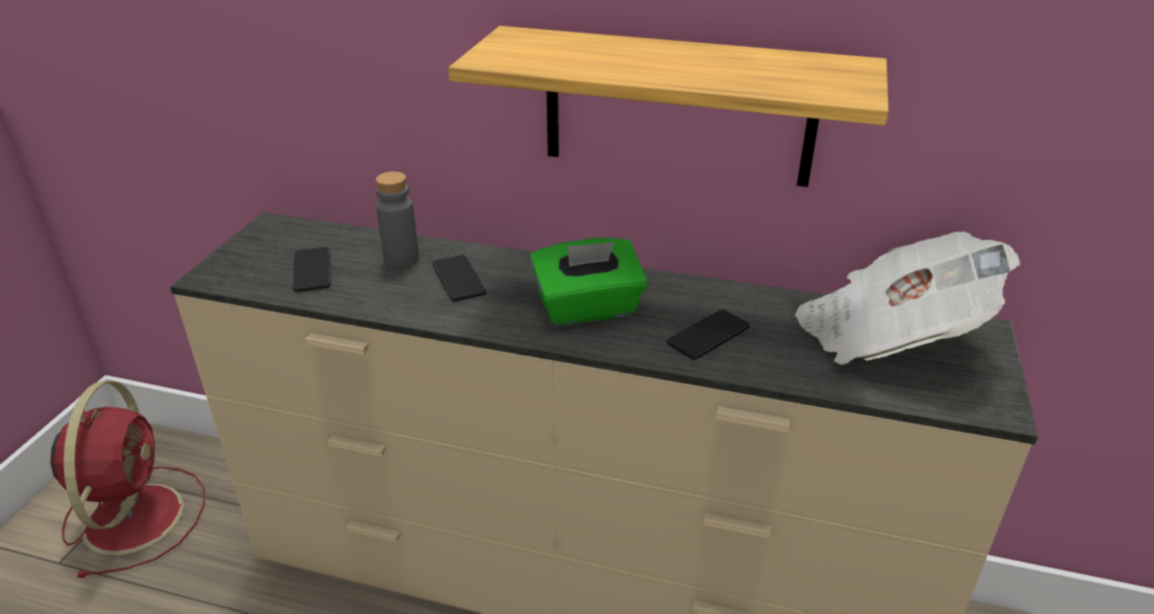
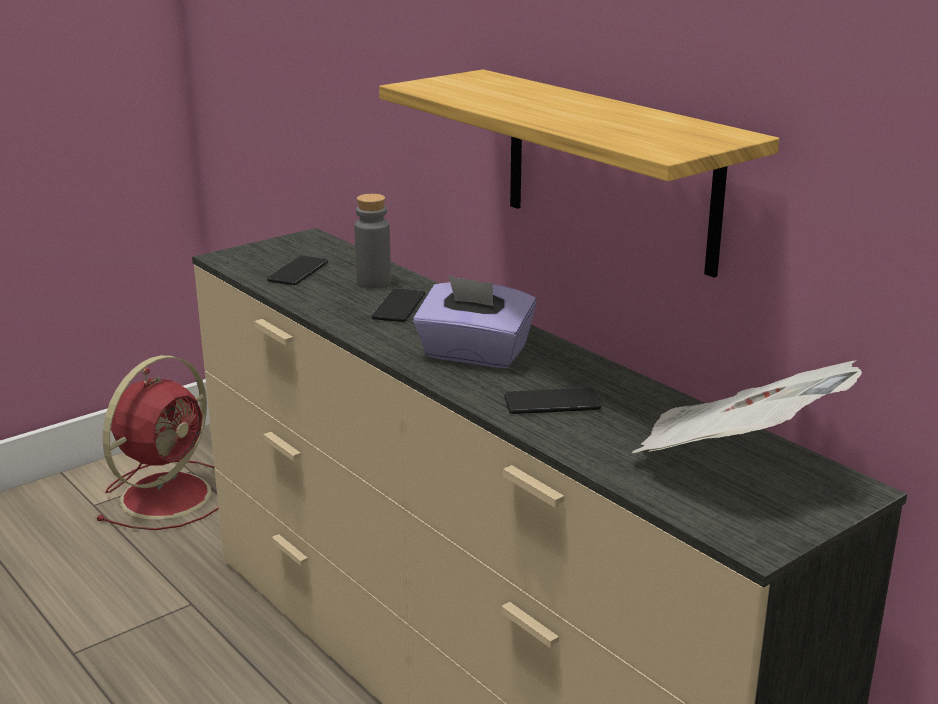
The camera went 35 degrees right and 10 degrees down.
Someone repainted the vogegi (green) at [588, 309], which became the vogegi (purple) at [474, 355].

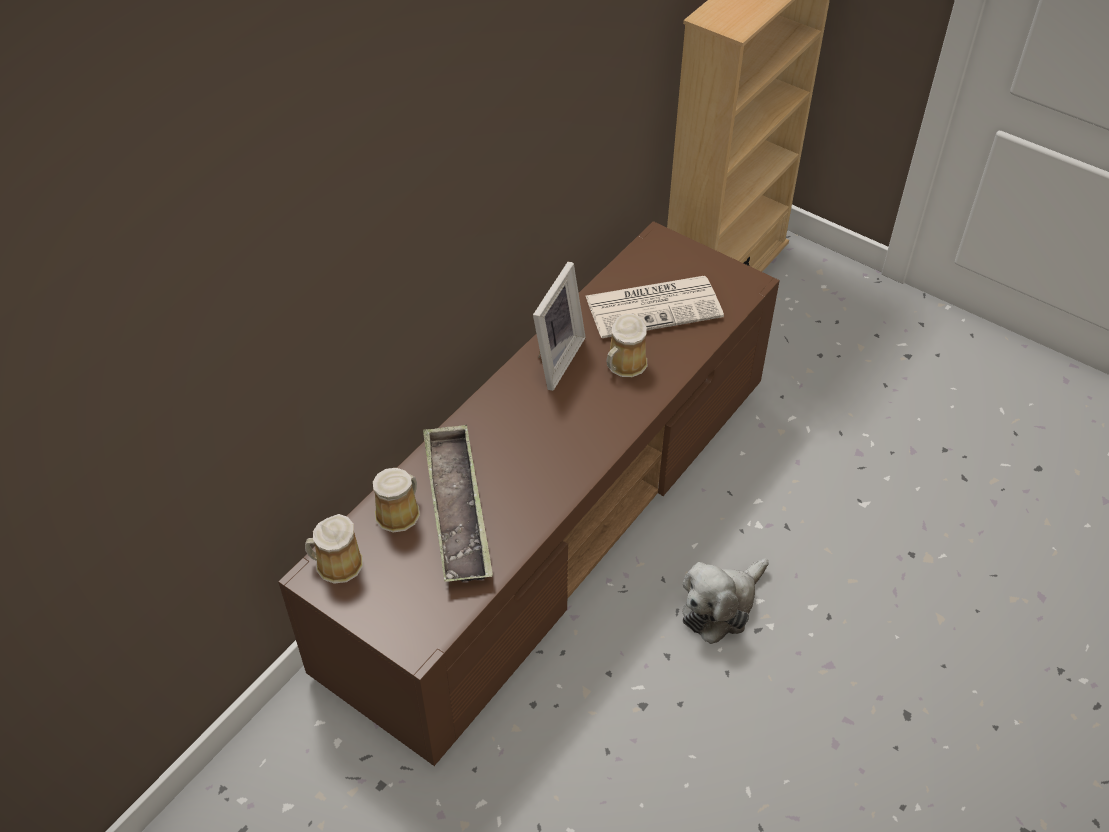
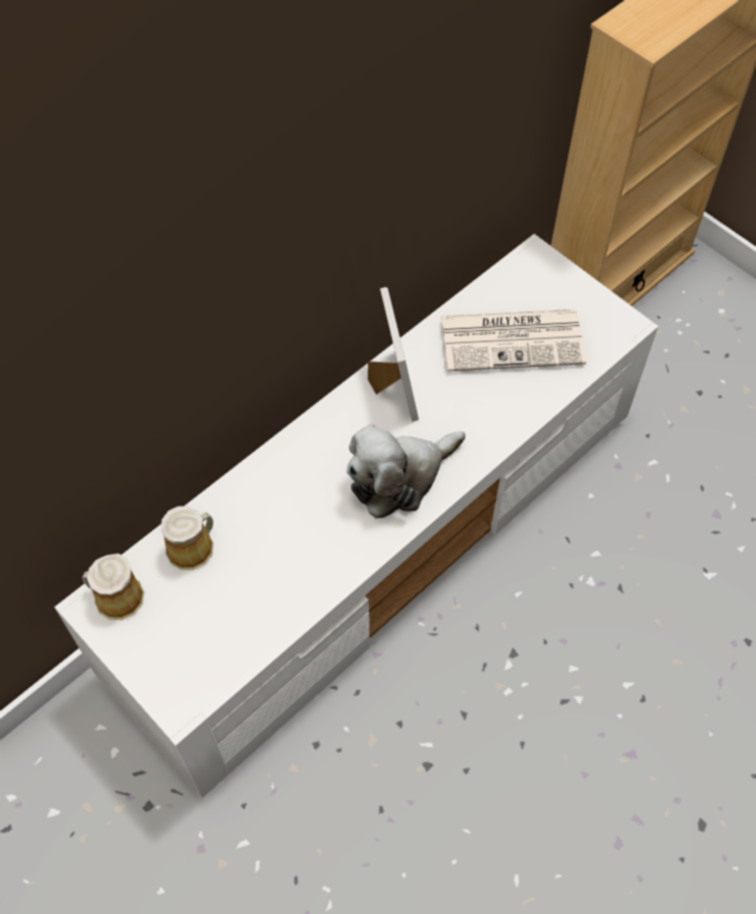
The camera went 10 degrees right and 10 degrees up.
Someone repainted the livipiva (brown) at [555, 517], which became the livipiva (white) at [379, 539].
Someone rotated the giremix at [552, 359] by 45 degrees counterclockwise.
Someone took away the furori at [624, 365].
Someone took away the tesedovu at [457, 509].
Someone carried the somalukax from [721, 606] to [400, 477].

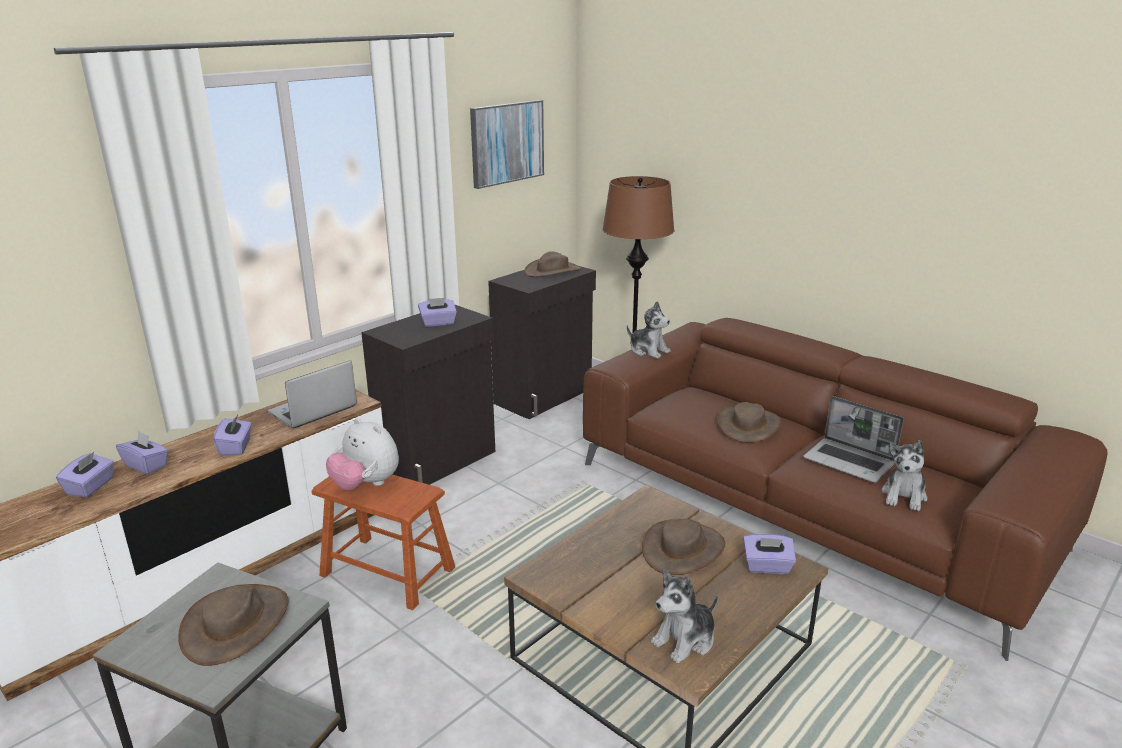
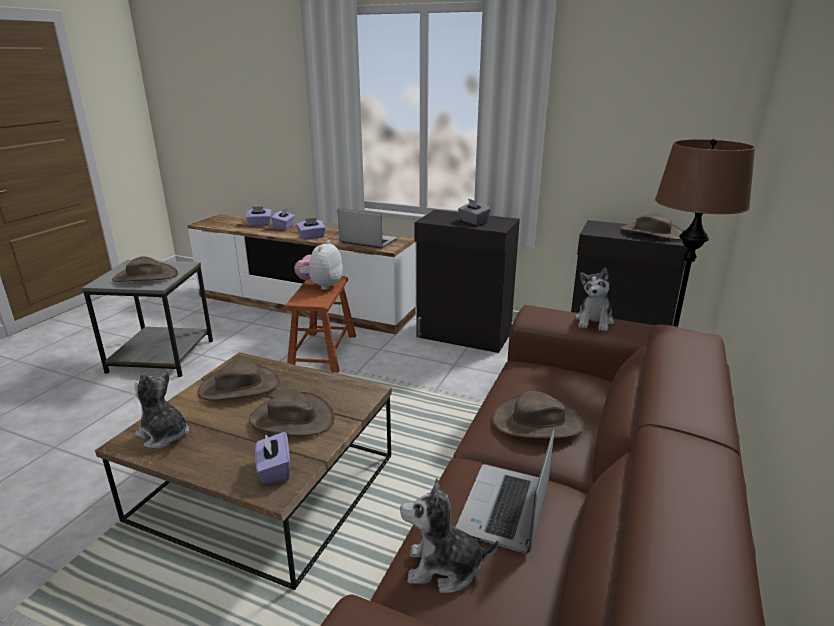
The camera went 70 degrees right and 0 degrees up.
Someone took away the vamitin at [506, 143].
Someone repainted the vogegi (purple) at [438, 323], which became the vogegi (grey) at [473, 221].
Someone put down the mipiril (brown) at [239, 386].

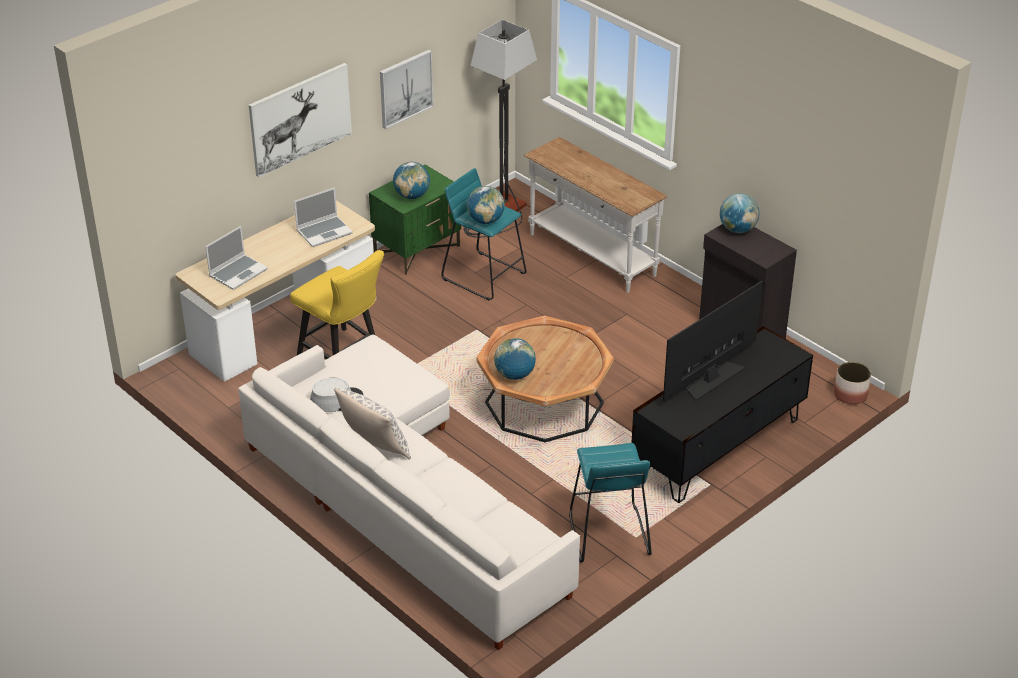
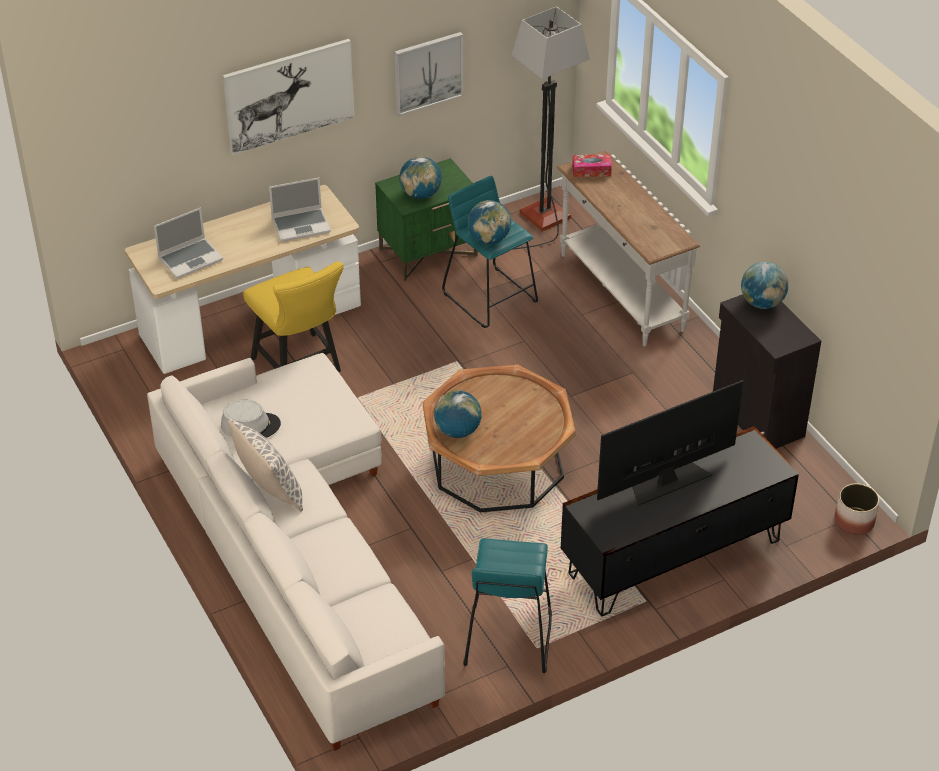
The camera went 15 degrees right and 5 degrees up.
Someone put down the vogegi at [591, 170].

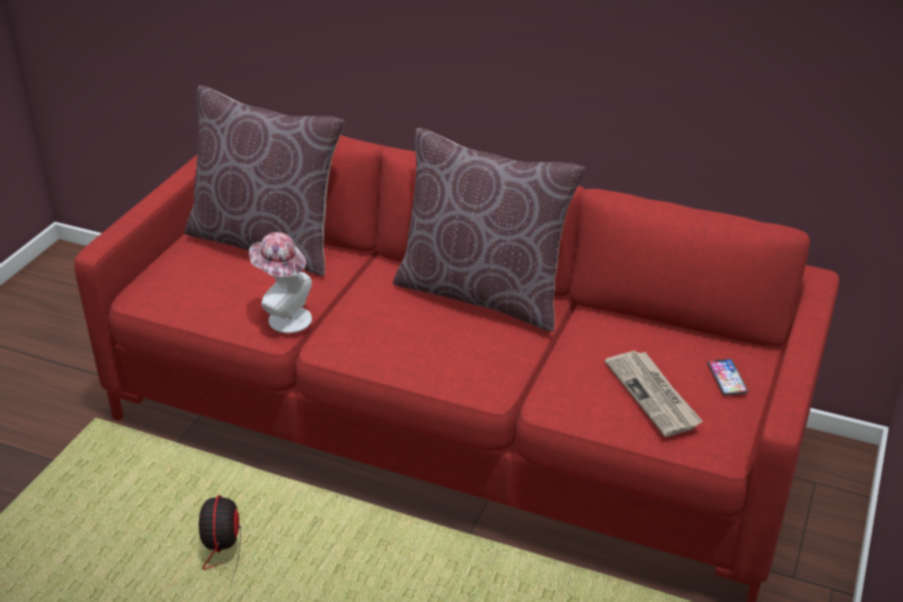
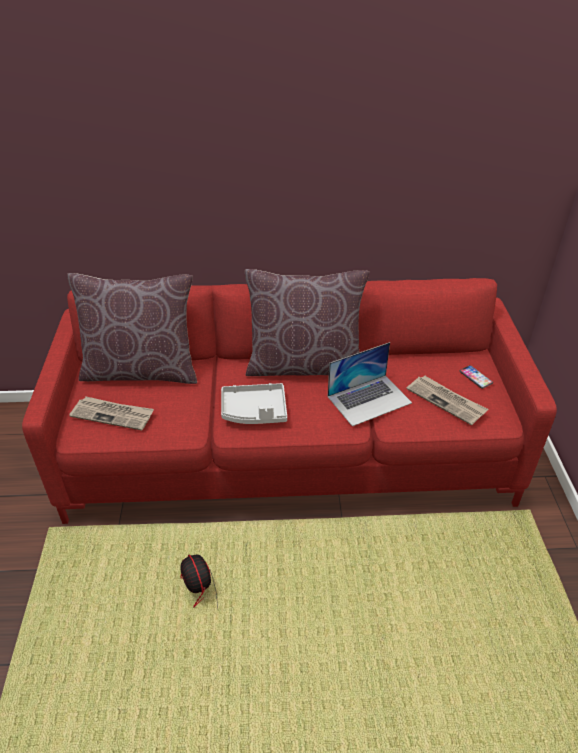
The camera went 25 degrees left and 5 degrees up.
Someone took away the mipiril at [284, 318].
Someone put down the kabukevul at [369, 399].
Someone put down the tesedovu (grey) at [254, 411].
Someone put down the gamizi at [113, 414].

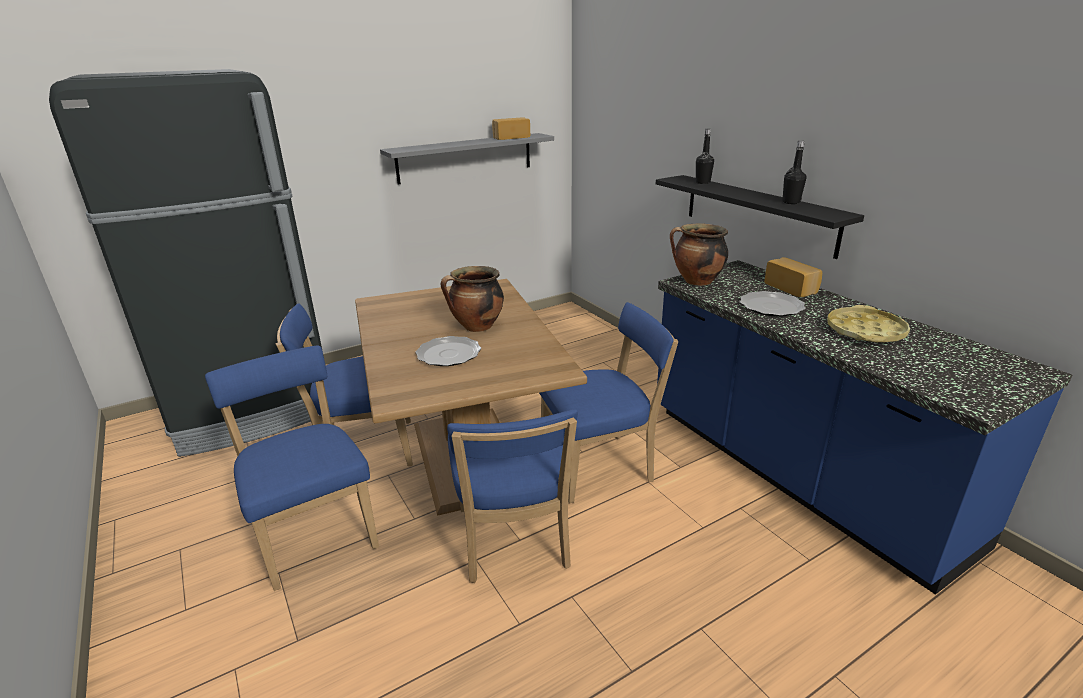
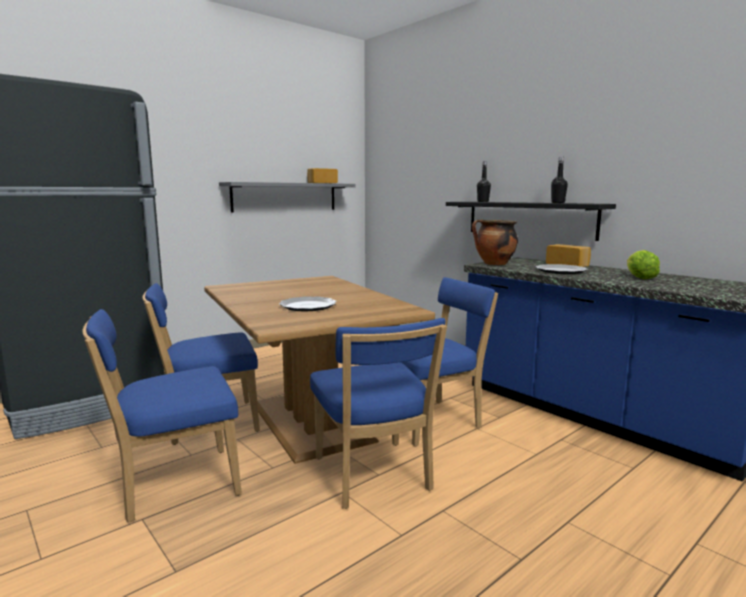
The camera went 10 degrees left and 15 degrees down.
Someone took away the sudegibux at [476, 327].
Someone swapped the tesedovu (yellow) at [865, 331] for the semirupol at [639, 277].
Someone rotated the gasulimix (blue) at [314, 532] by 75 degrees counterclockwise.

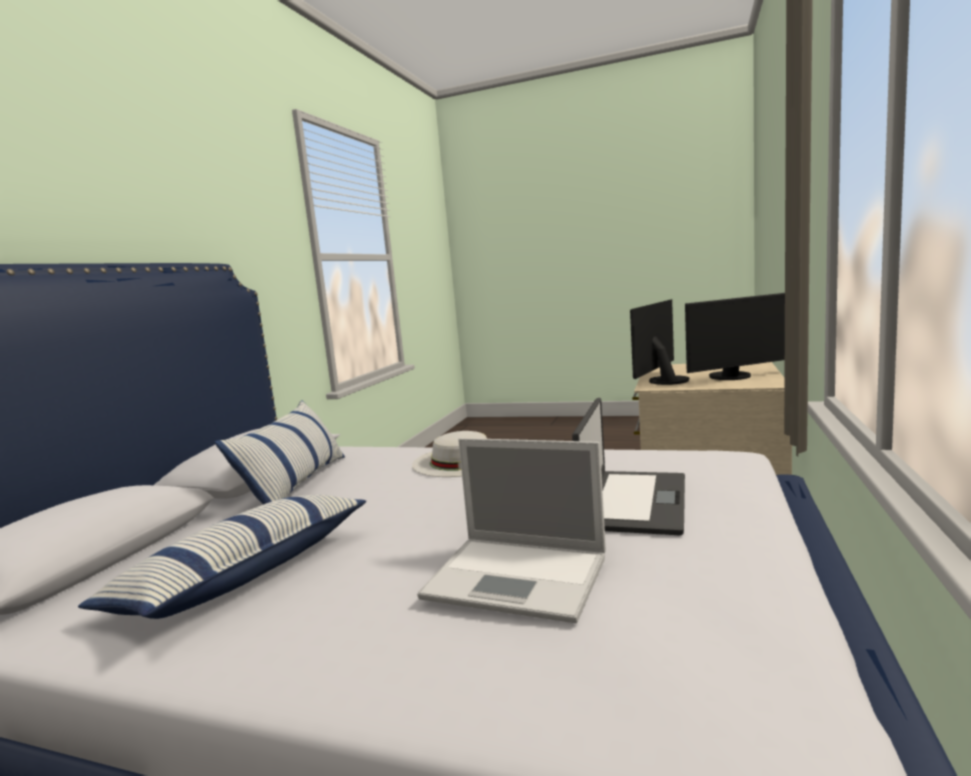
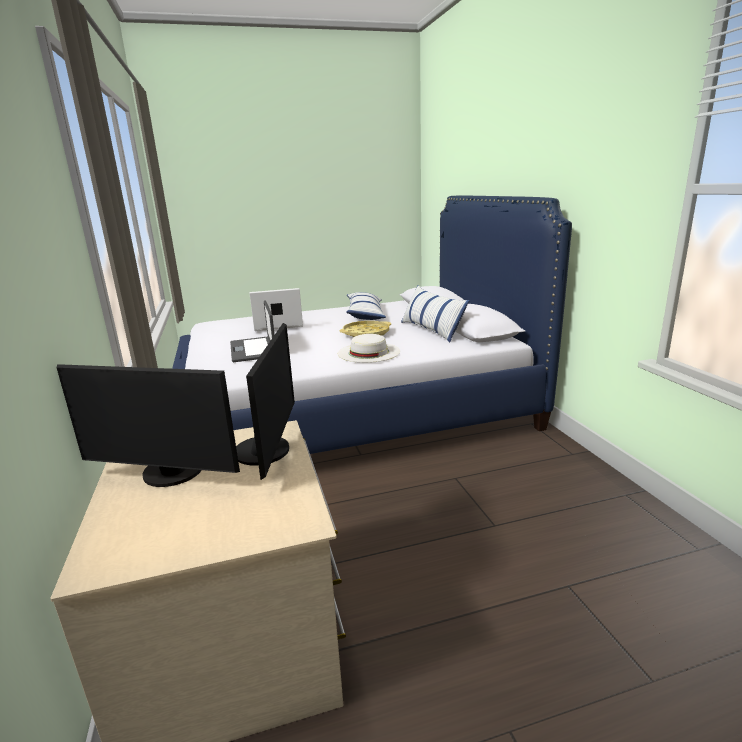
The camera went 145 degrees right and 10 degrees up.
Someone rotated the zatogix at [733, 377] by 120 degrees counterclockwise.
Someone put down the tesedovu (yellow) at [366, 333].

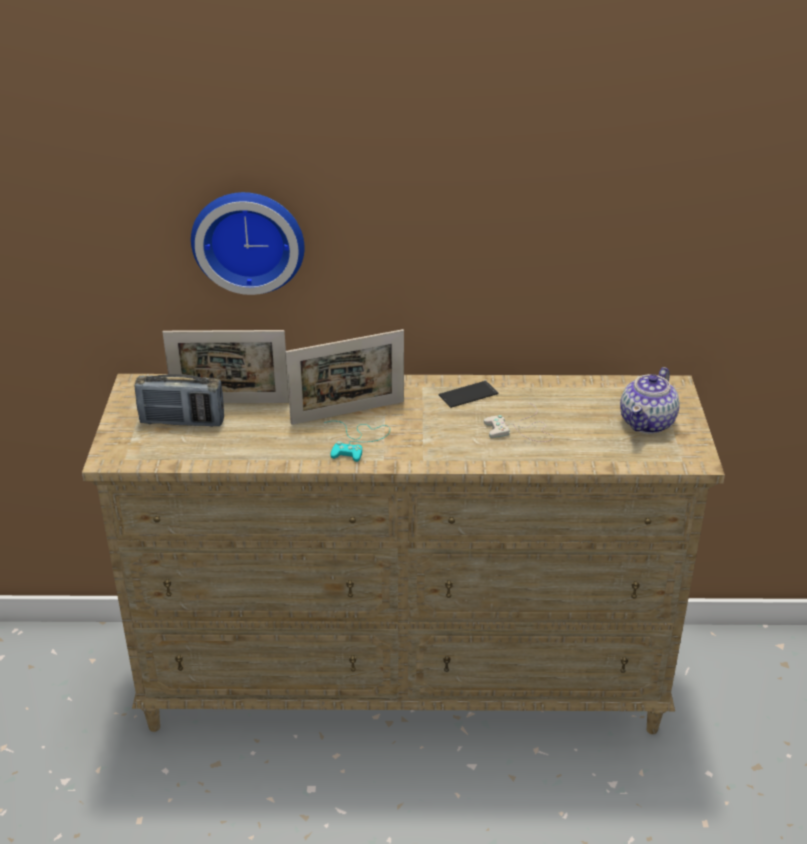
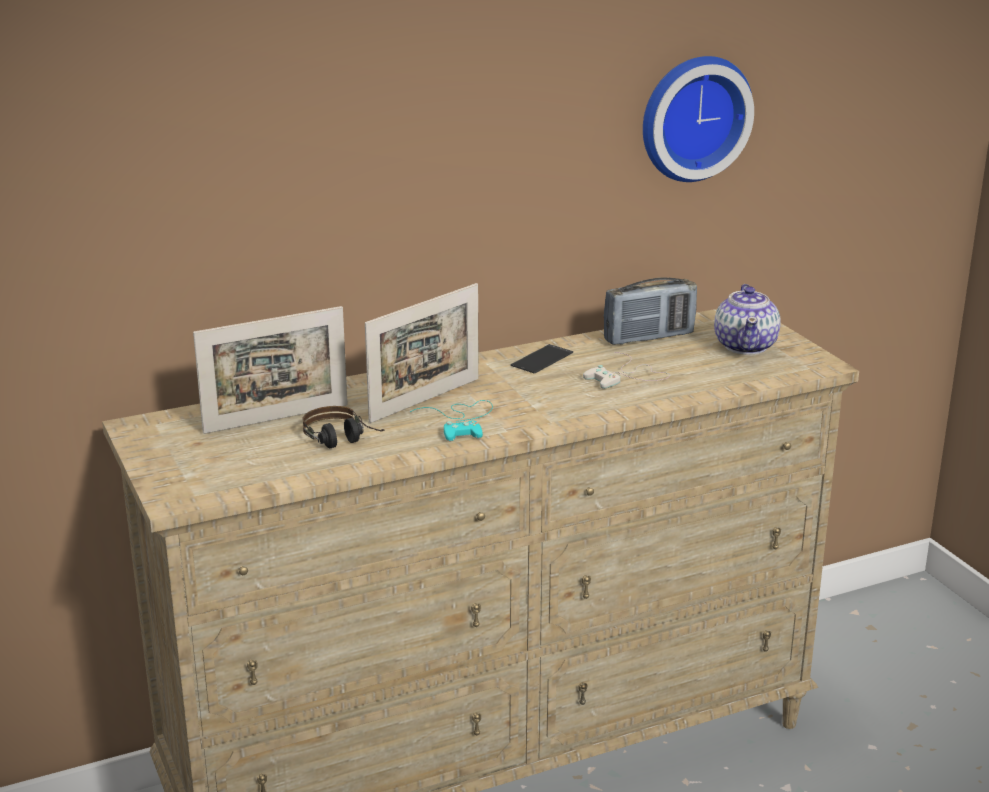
The camera went 25 degrees left and 10 degrees down.
Someone carried the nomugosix from [249, 239] to [692, 117].
Someone carried the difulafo from [182, 421] to [649, 337].
Someone put down the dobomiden at [344, 442].

